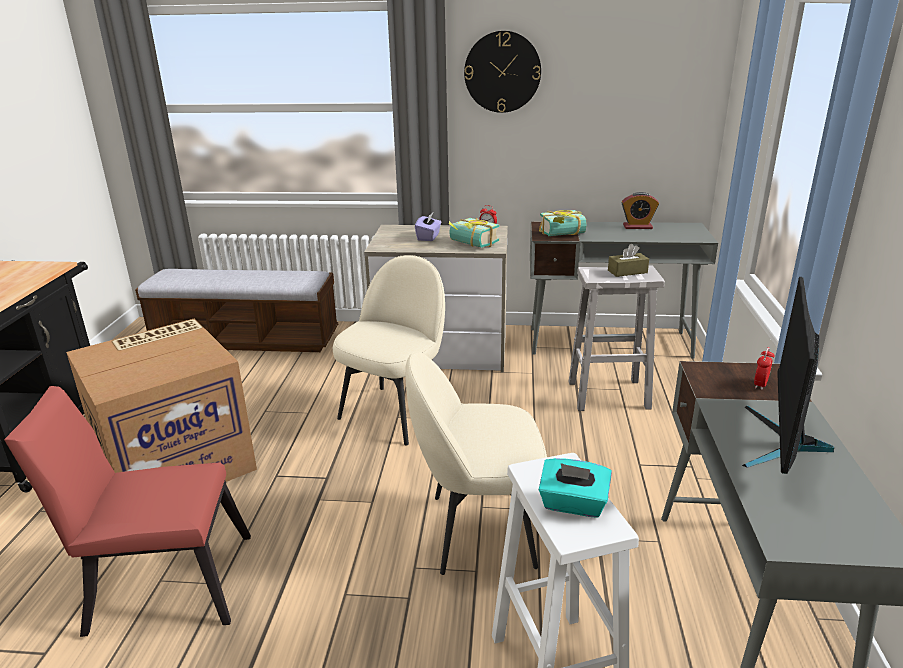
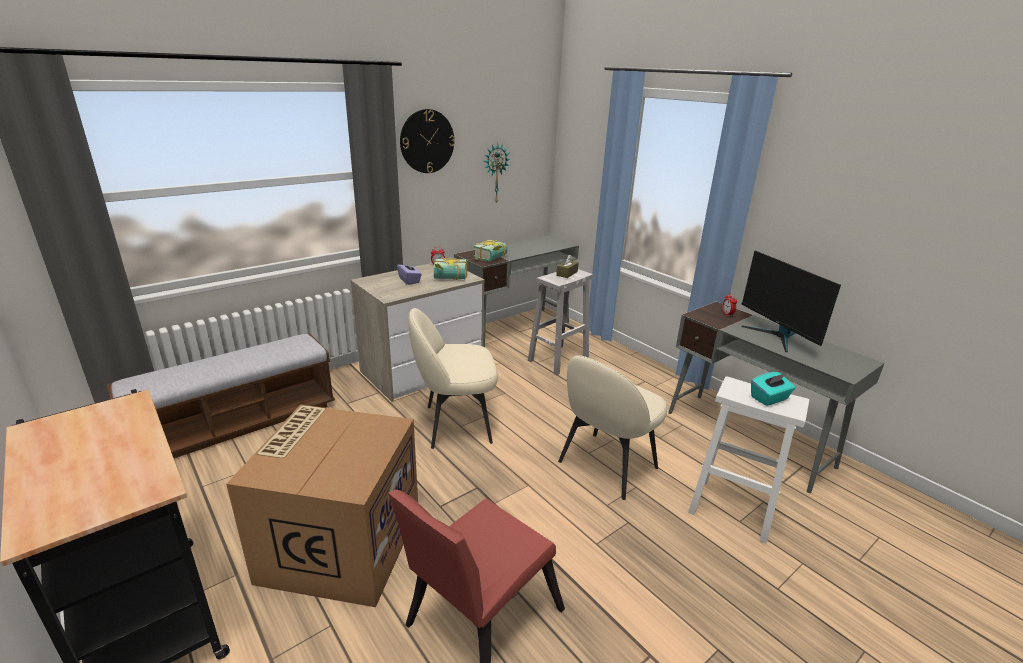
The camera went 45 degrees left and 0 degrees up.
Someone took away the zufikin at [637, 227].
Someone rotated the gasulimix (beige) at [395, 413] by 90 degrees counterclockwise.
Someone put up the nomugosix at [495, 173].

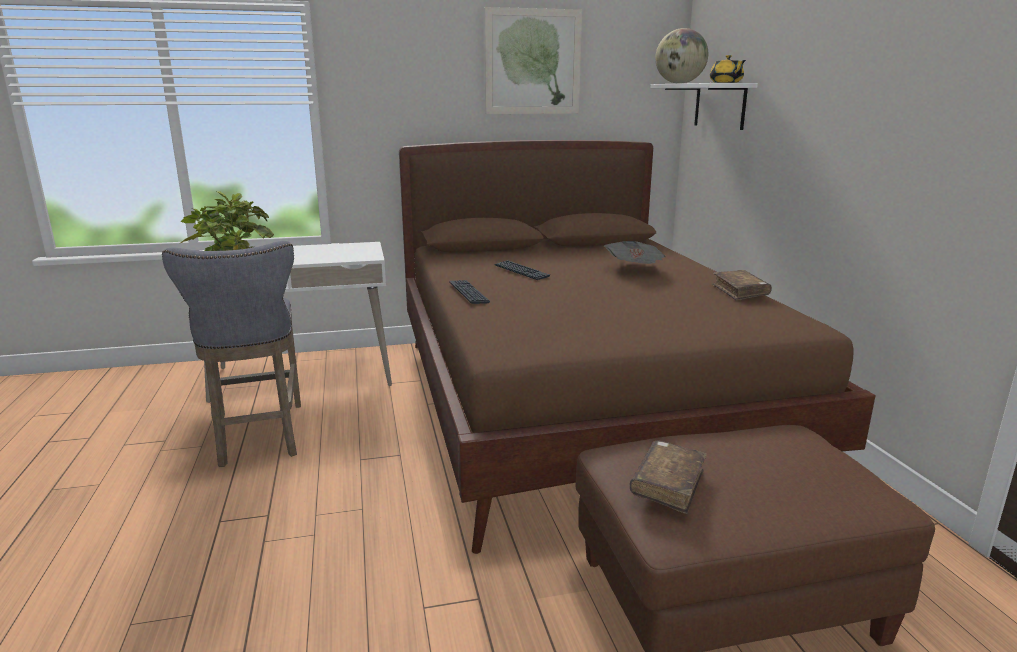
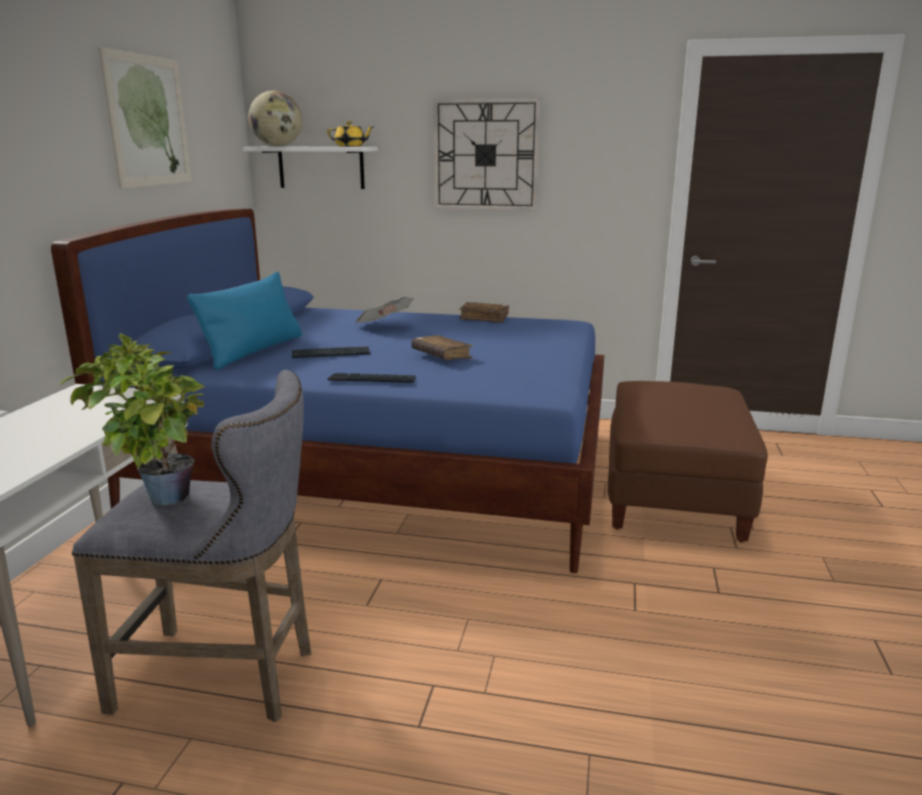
The camera went 65 degrees left and 0 degrees up.
Someone repainted the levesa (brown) at [579, 405], which became the levesa (blue) at [383, 471].
Someone carried the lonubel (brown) from [668, 485] to [441, 356].
Someone put up the nomugosix at [485, 155].
Someone put down the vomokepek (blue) at [254, 351].

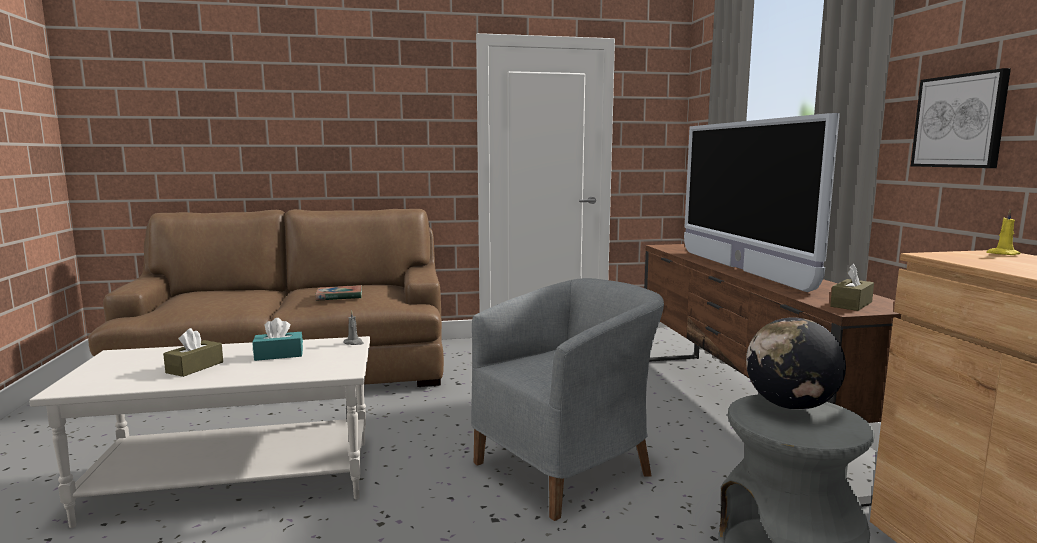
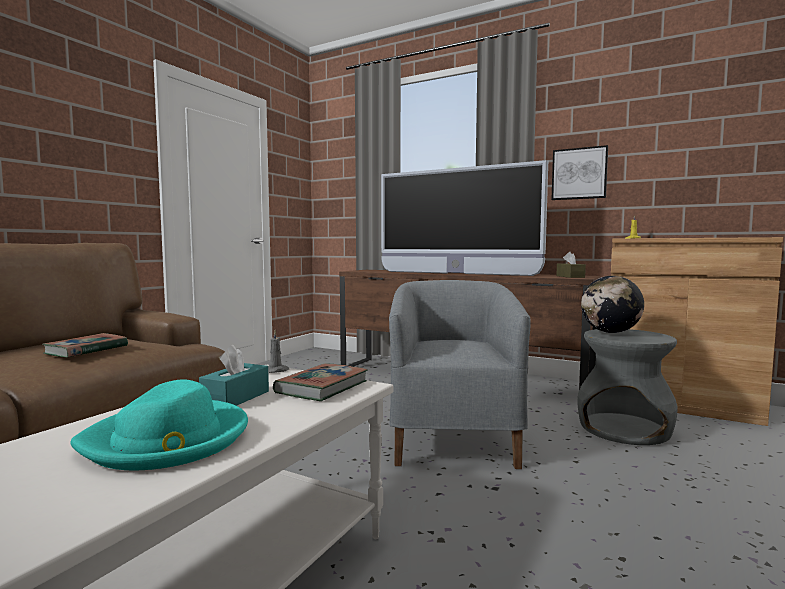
The camera went 50 degrees left and 5 degrees down.
Someone swapped the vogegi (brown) at [195, 367] for the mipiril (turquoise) at [168, 440].
Someone put down the lonubel at [322, 387].

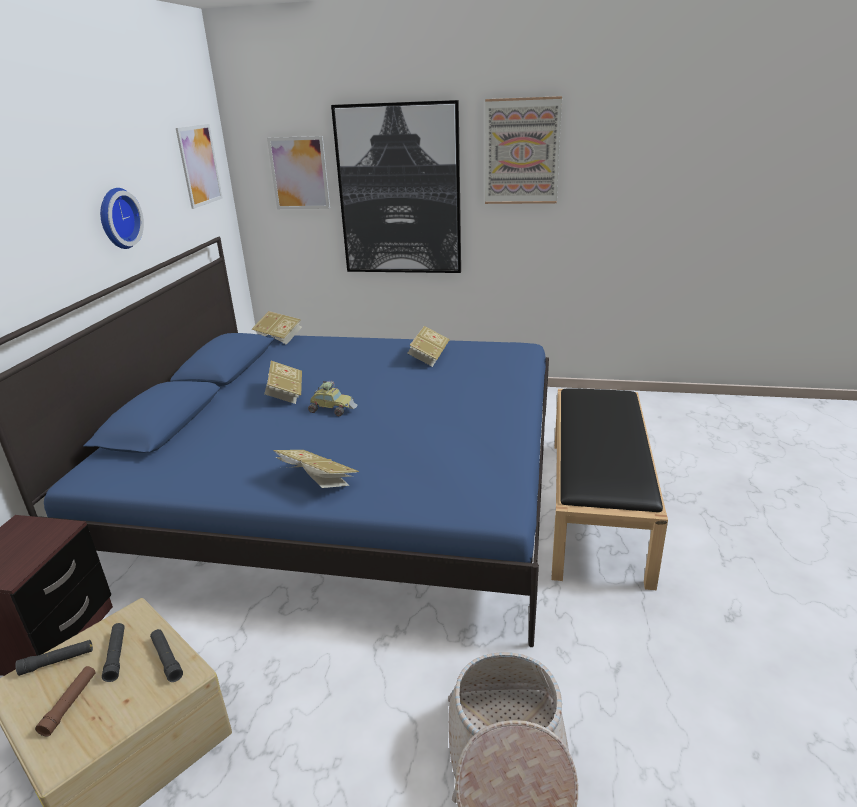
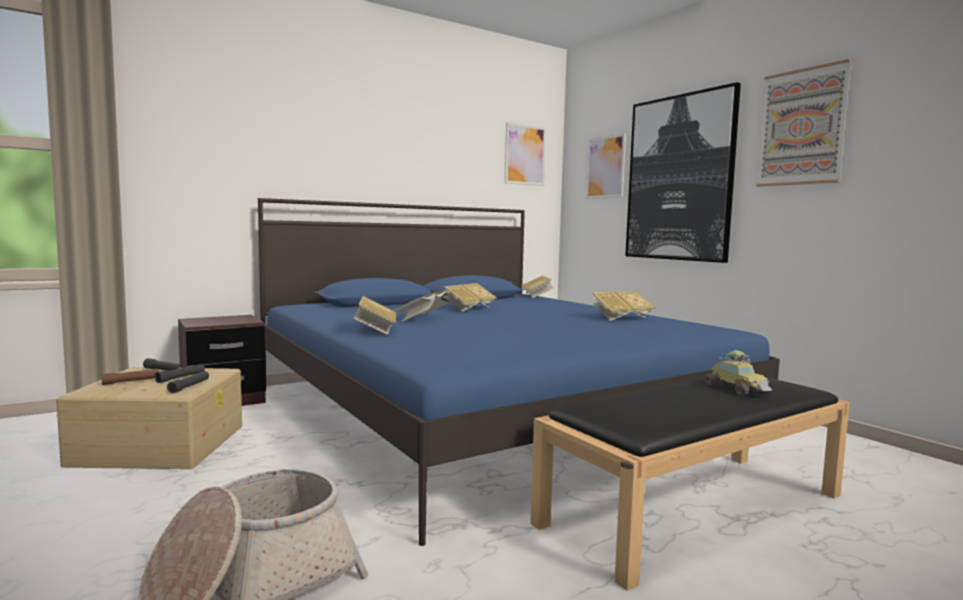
The camera went 45 degrees right and 20 degrees down.
Someone took away the nomugosix at [117, 218].
Someone carried the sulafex from [332, 409] to [737, 389].
Someone put down the lonubel at [422, 318].

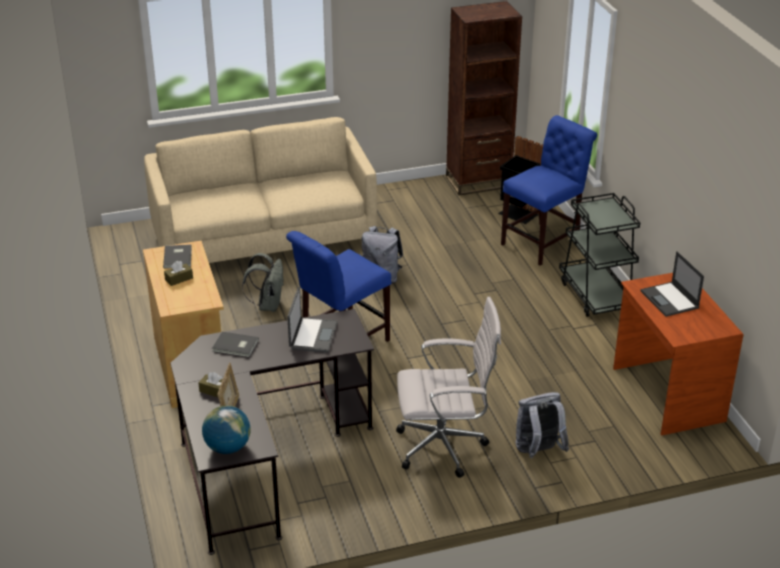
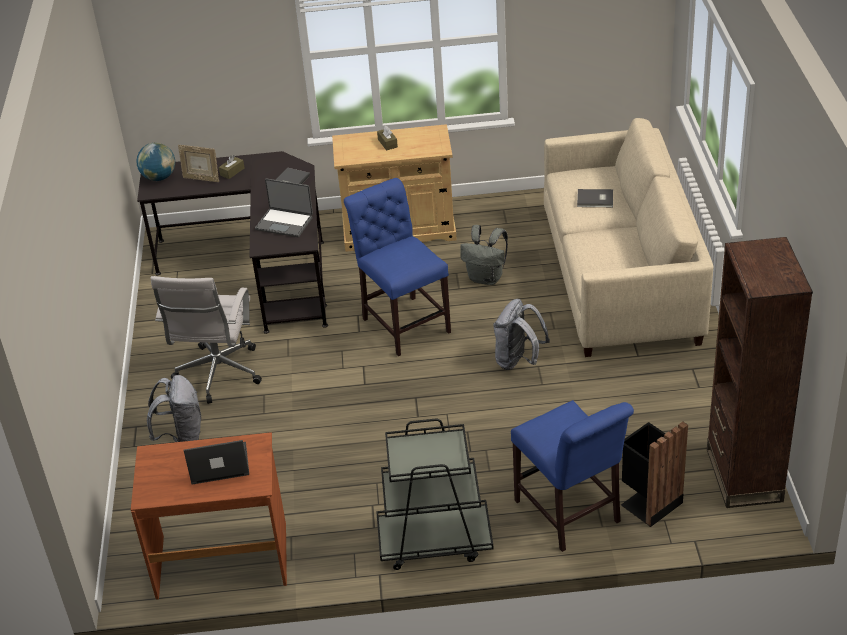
The camera went 105 degrees right and 5 degrees up.
Someone carried the lonubel (grey) from [178, 257] to [595, 200].

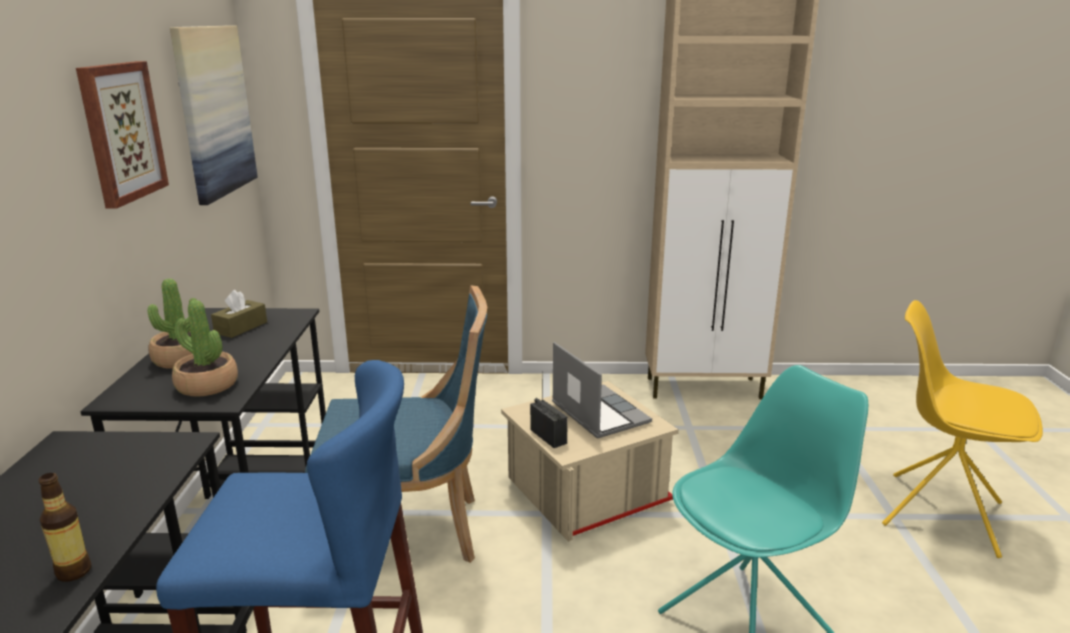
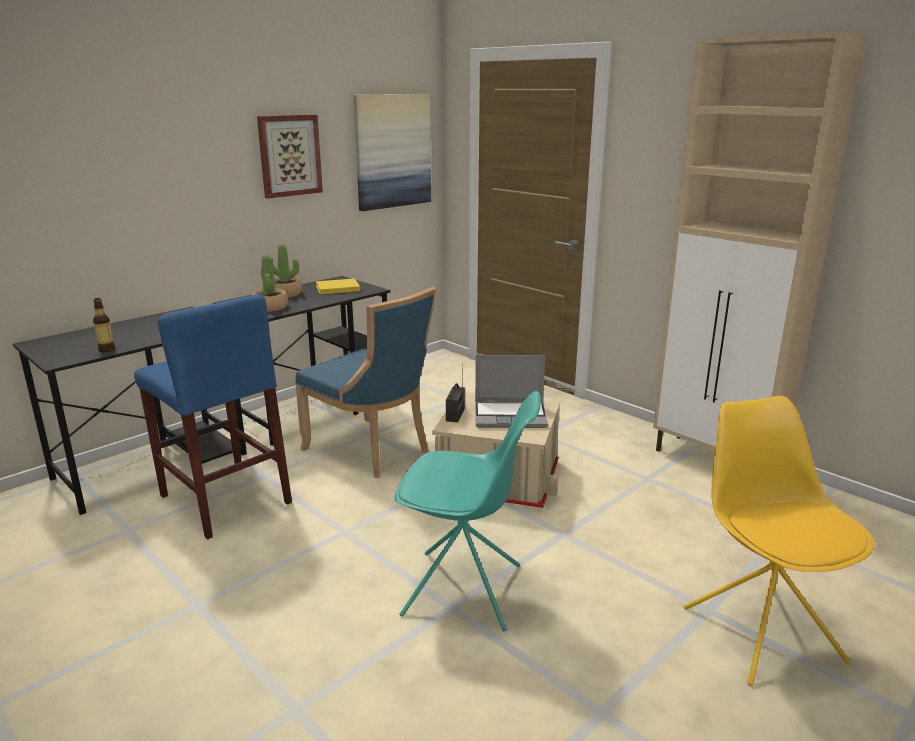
The camera went 45 degrees right and 0 degrees up.
Someone swapped the vogegi (brown) at [241, 327] for the lonubel (yellow) at [336, 288].
Someone rotated the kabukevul at [598, 413] by 75 degrees clockwise.

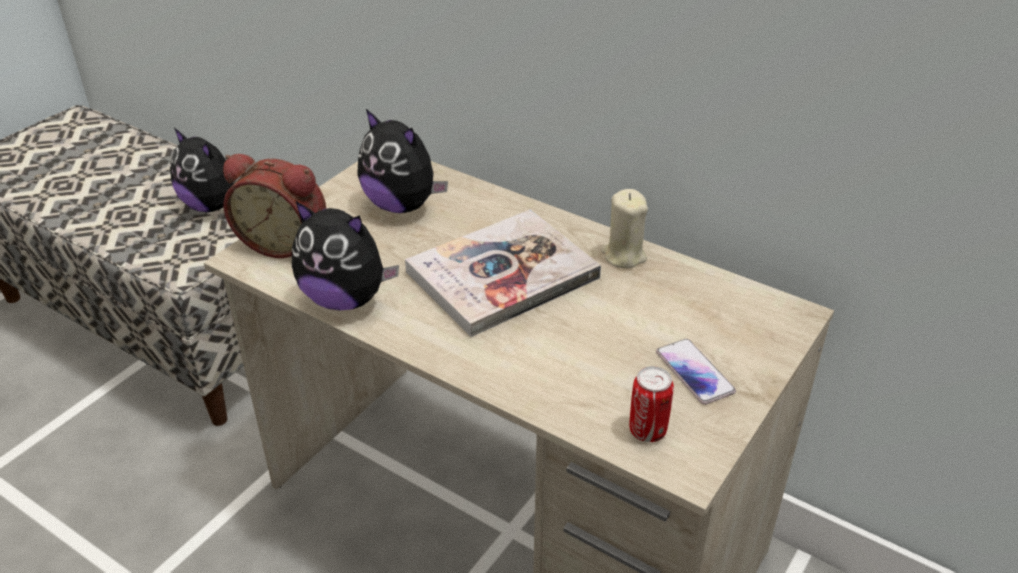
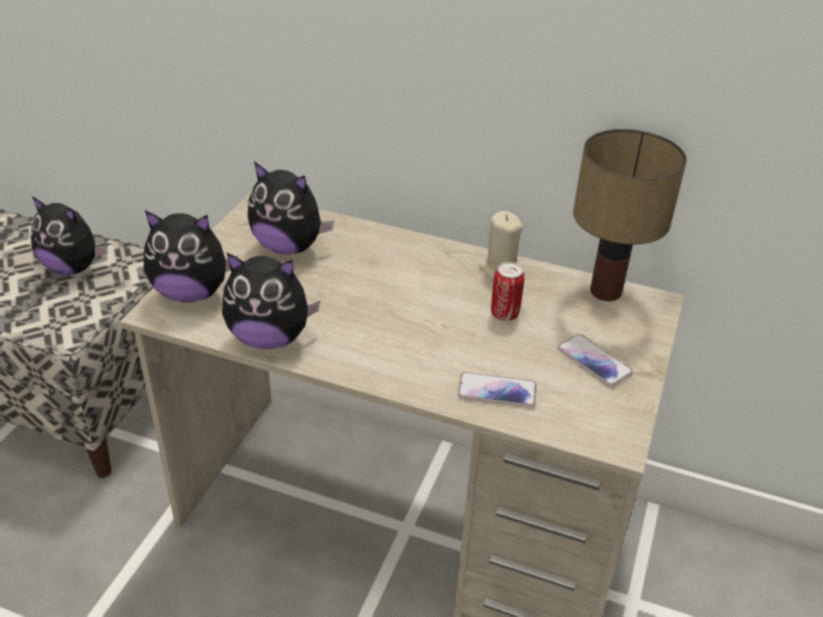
The camera went 15 degrees left and 0 degrees up.
Someone swapped the zufikin at [285, 242] for the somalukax at [191, 293].
Someone took away the lonubel at [502, 275].
Someone carried the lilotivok from [647, 431] to [504, 314].
Someone put down the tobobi at [605, 290].
Someone put down the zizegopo at [497, 391].

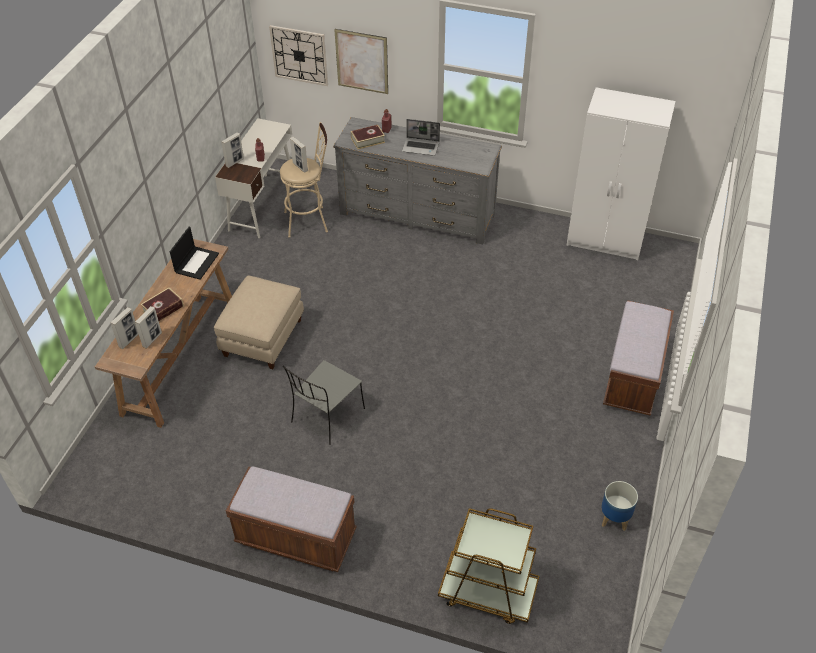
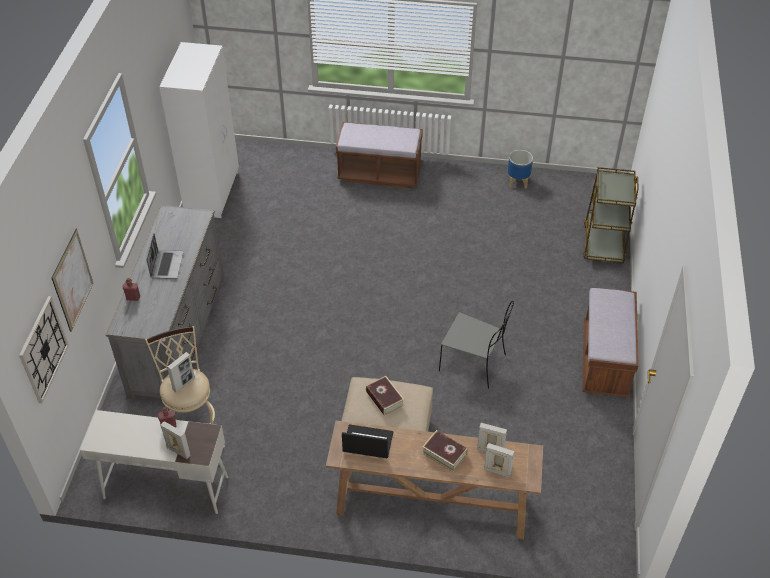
The camera went 100 degrees left and 0 degrees up.
Someone carried the lonubel from [367, 140] to [384, 399].

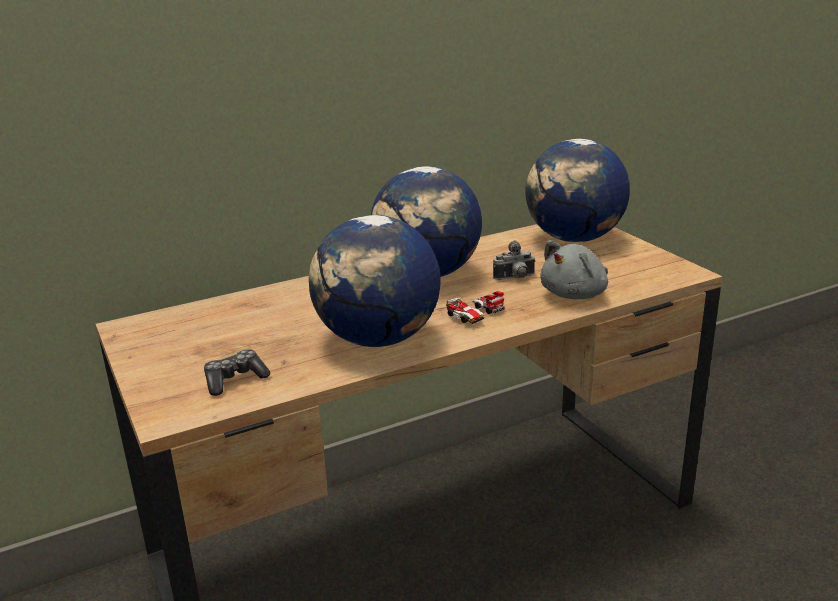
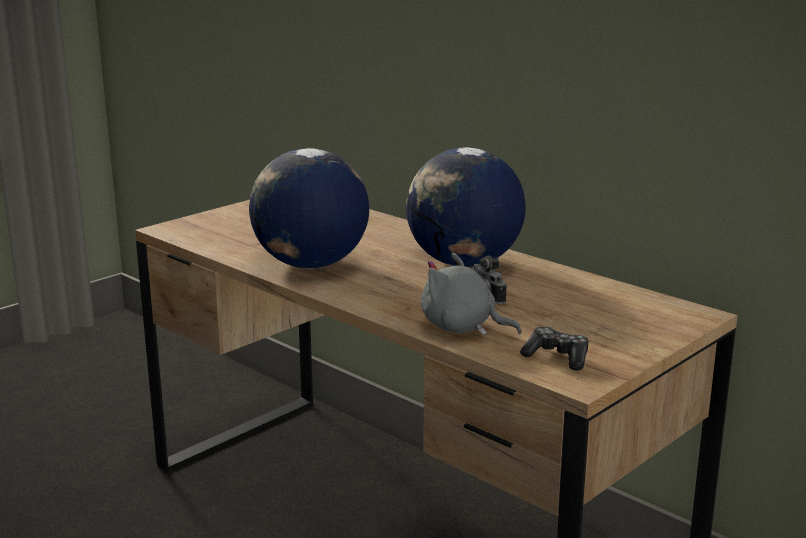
The camera went 70 degrees right and 5 degrees down.
Someone took away the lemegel at [574, 239].
Someone took away the sulafex at [477, 315].
Someone carried the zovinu from [235, 380] to [557, 357].

